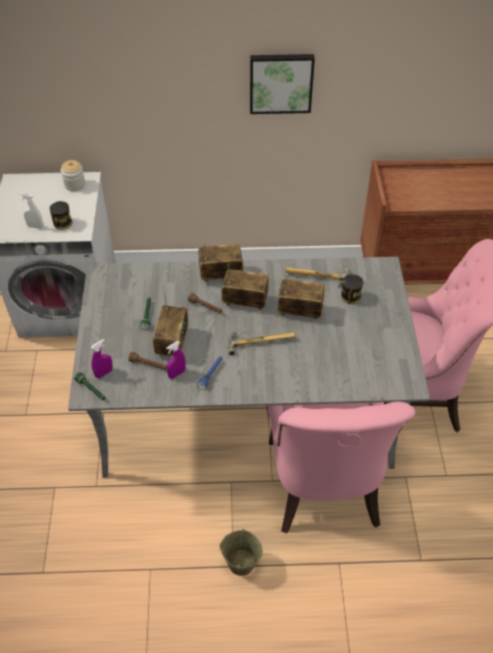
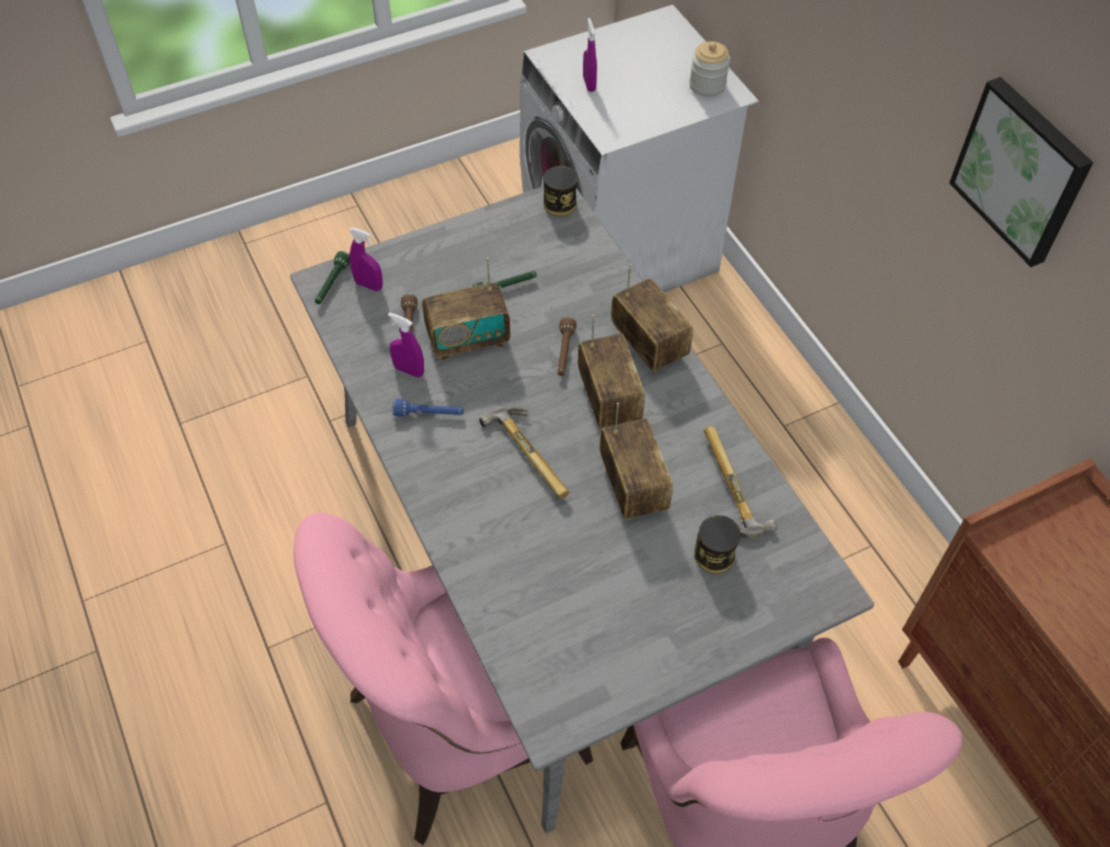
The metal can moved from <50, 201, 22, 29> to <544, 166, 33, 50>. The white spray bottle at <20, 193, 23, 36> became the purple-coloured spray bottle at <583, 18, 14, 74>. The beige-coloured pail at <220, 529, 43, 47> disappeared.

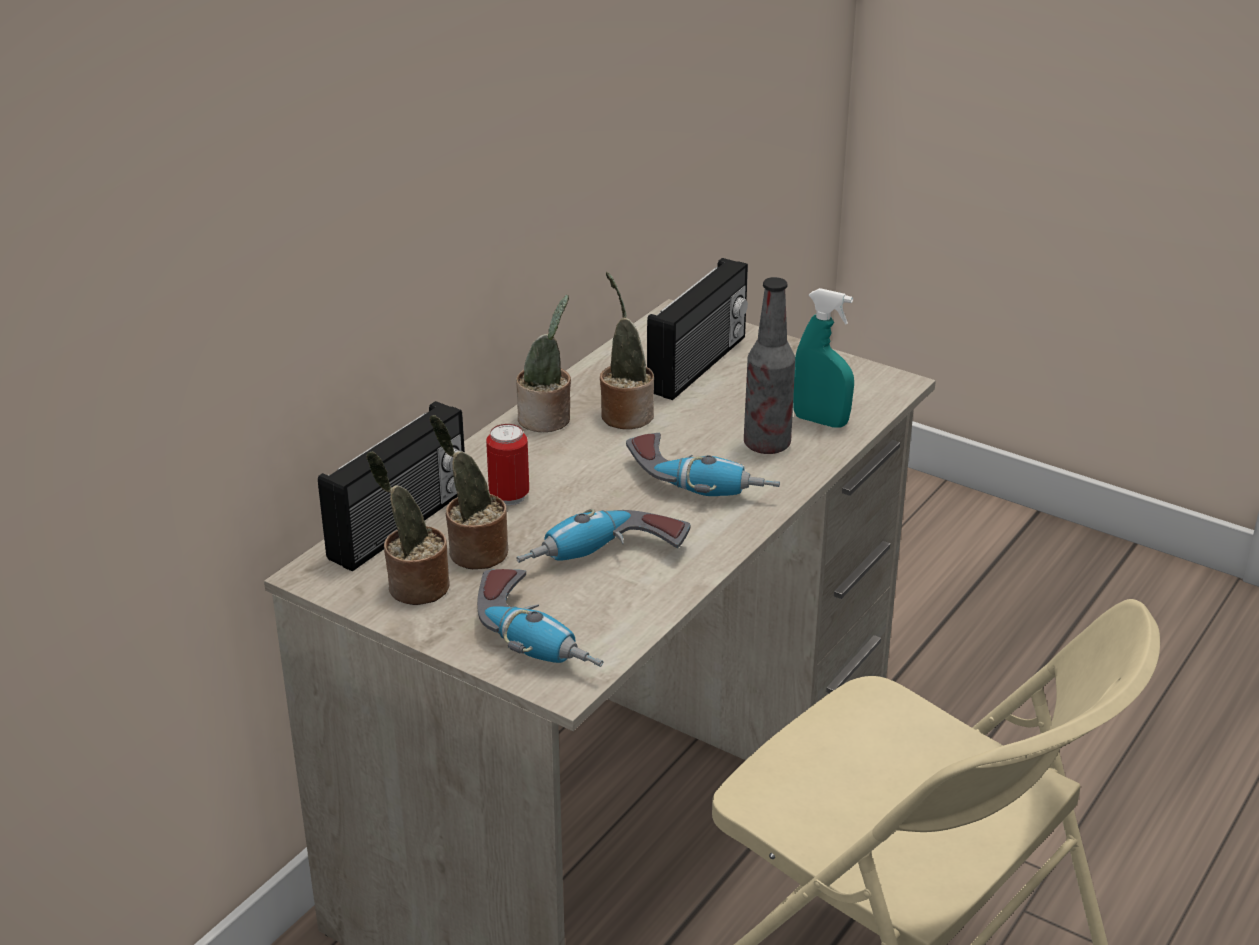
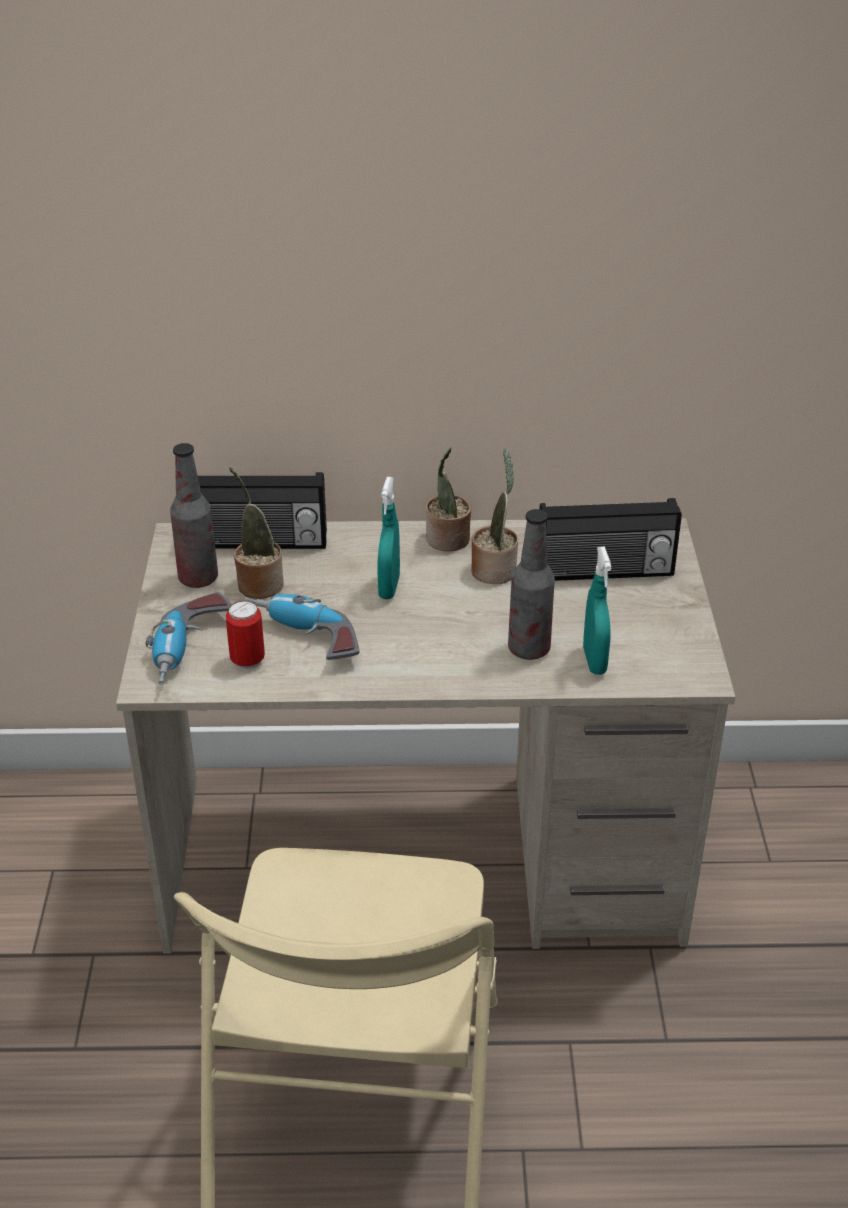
The houseplant at <366, 451, 84, 154> was replaced by the bottle at <170, 443, 48, 145>. The metal can moved from <486, 424, 43, 82> to <226, 601, 39, 69>. The blue-green spray bottle at <378, 477, 22, 122> appeared. The power drill at <626, 433, 154, 63> disappeared.

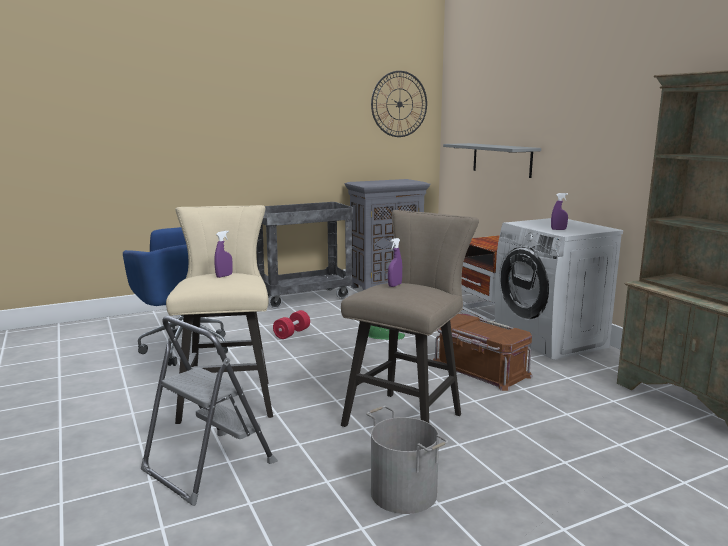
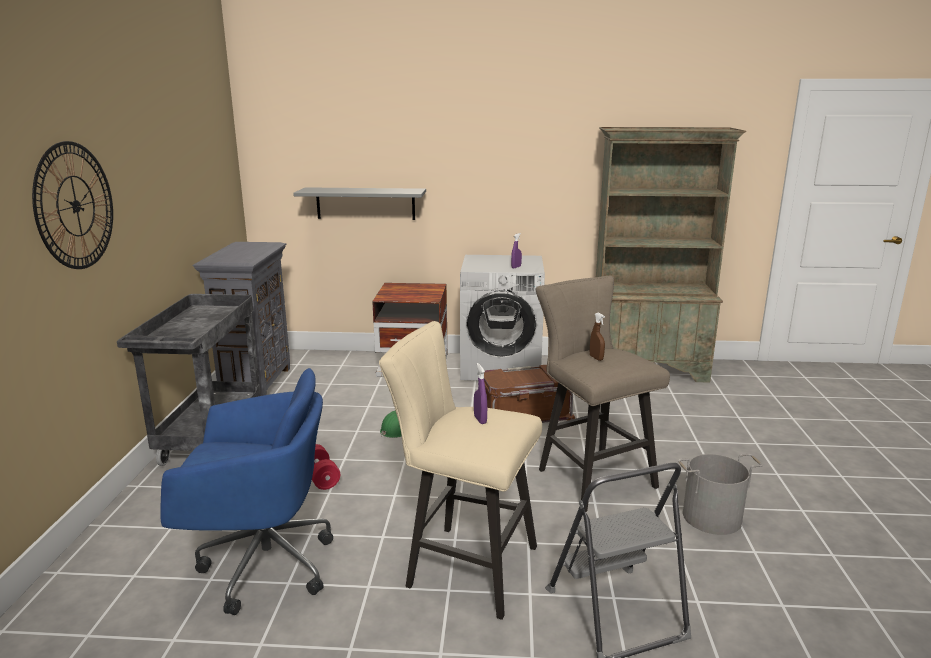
The clock on the wall moved from <371, 71, 56, 66> to <32, 141, 81, 128>. The purple-coloured spray bottle at <388, 238, 14, 49> became the brown spray bottle at <590, 313, 15, 48>.

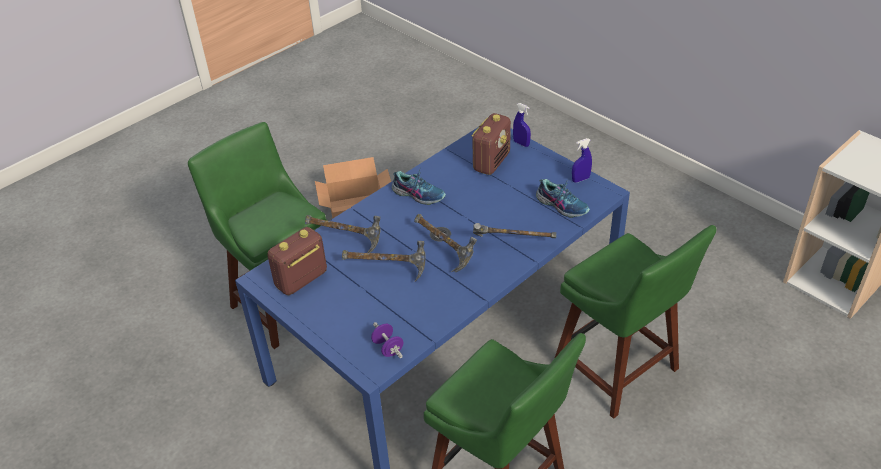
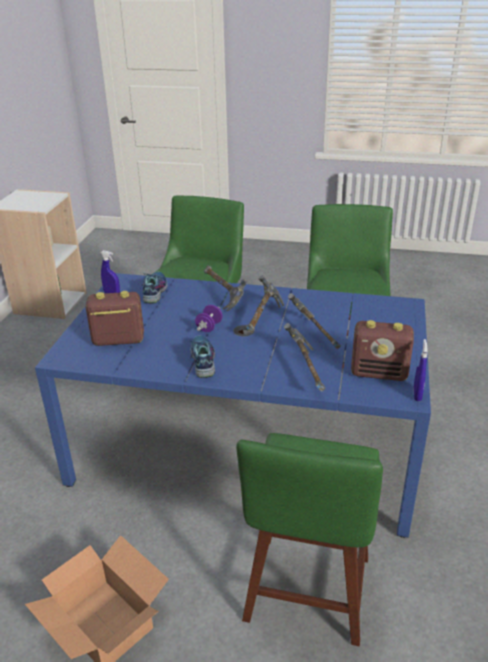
The purple-coloured dumbbell moved from <371, 322, 32, 36> to <195, 305, 27, 27>. The blue spray bottle moved from <513, 103, 18, 44> to <413, 339, 15, 62>.

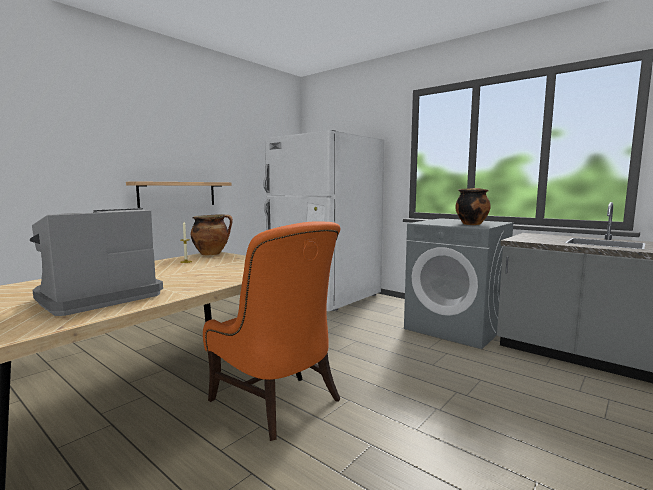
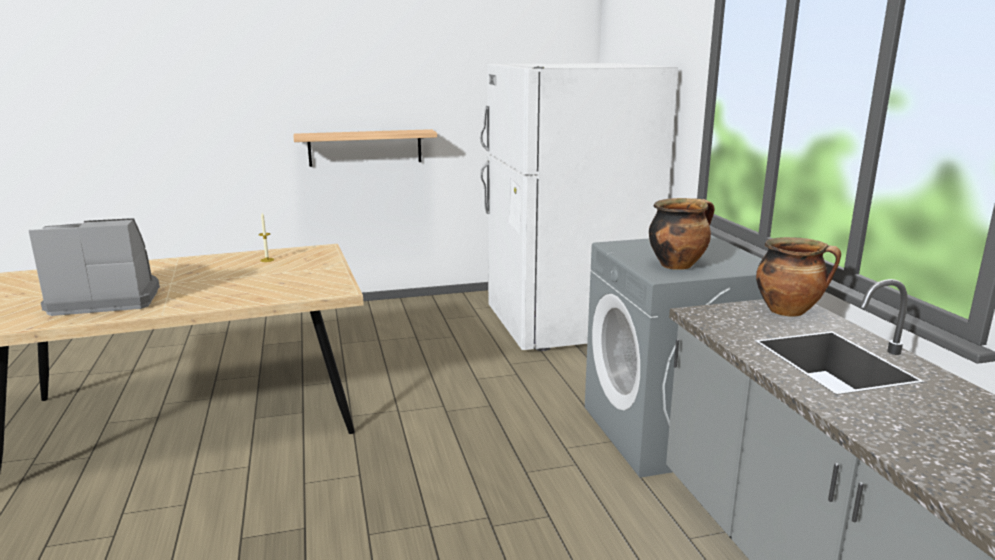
The cooking pot moved from <191, 214, 42, 41> to <756, 237, 85, 79>. The orangey upright chair at <203, 221, 137, 220> disappeared.

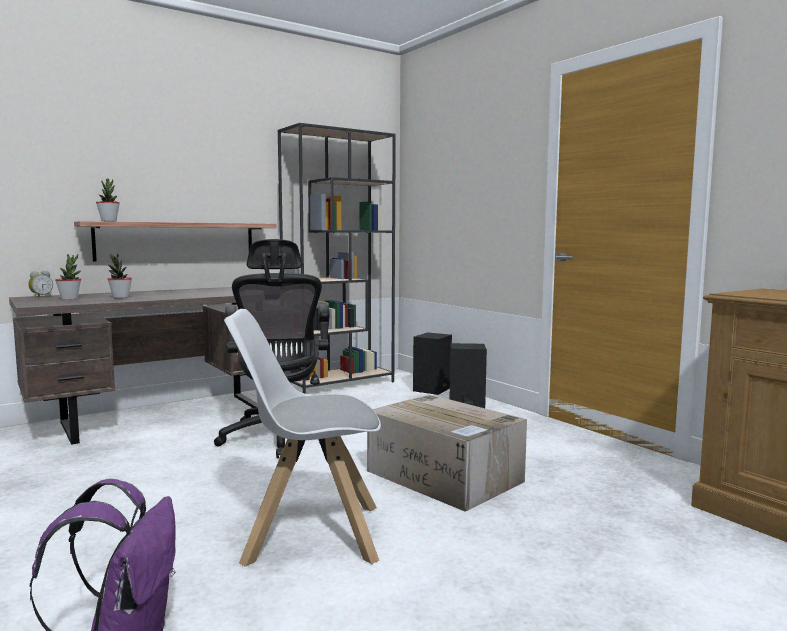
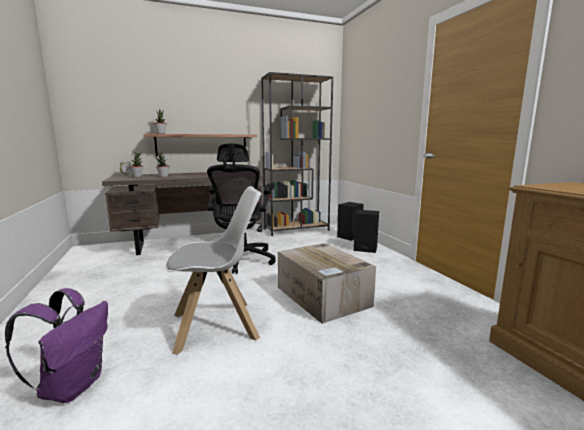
The upright chair at <224, 309, 157, 258> turned 150 degrees clockwise.

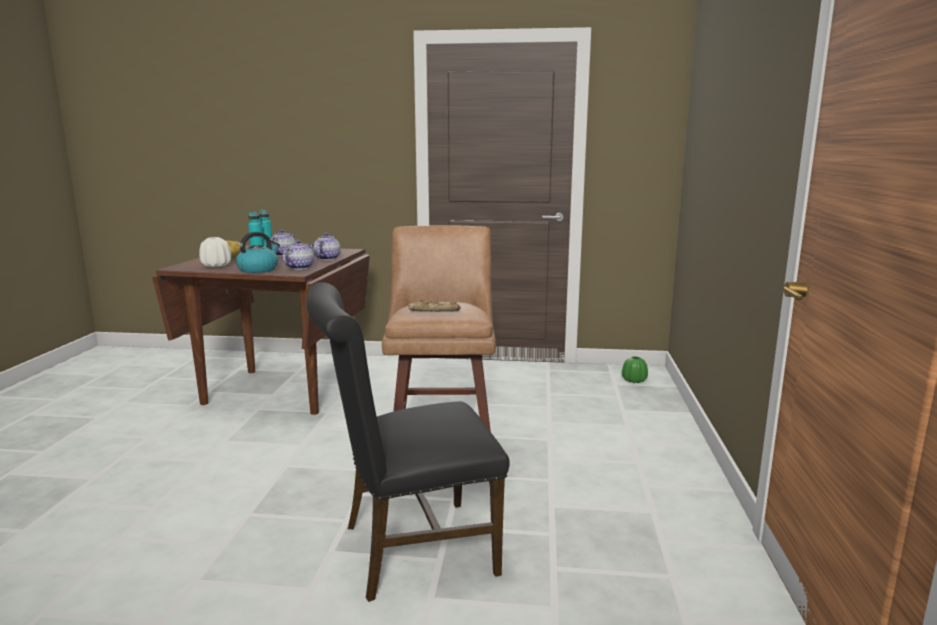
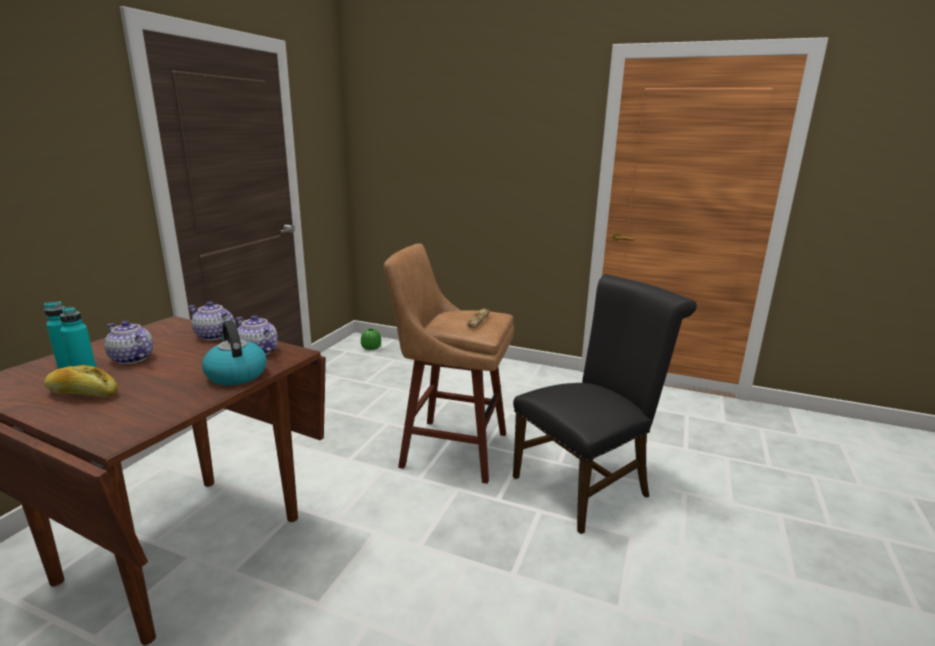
The black-coloured upright chair at <306, 282, 204, 320> turned 120 degrees counterclockwise. The white flower vase at <199, 237, 32, 30> disappeared.

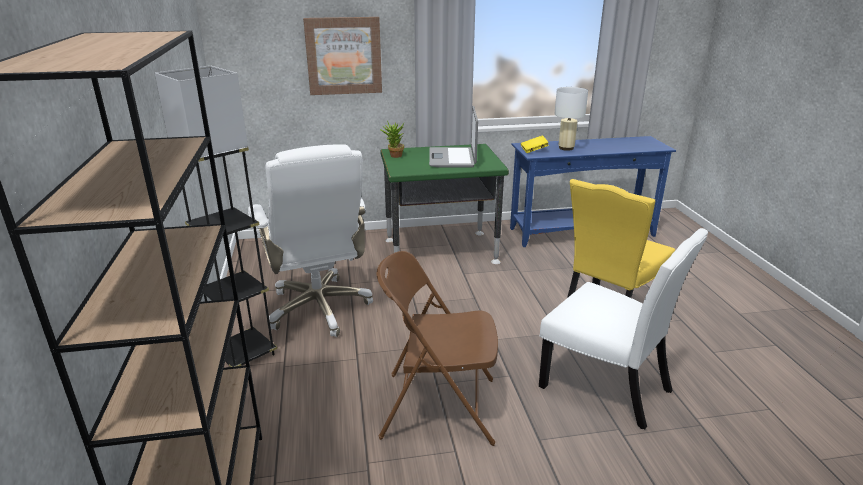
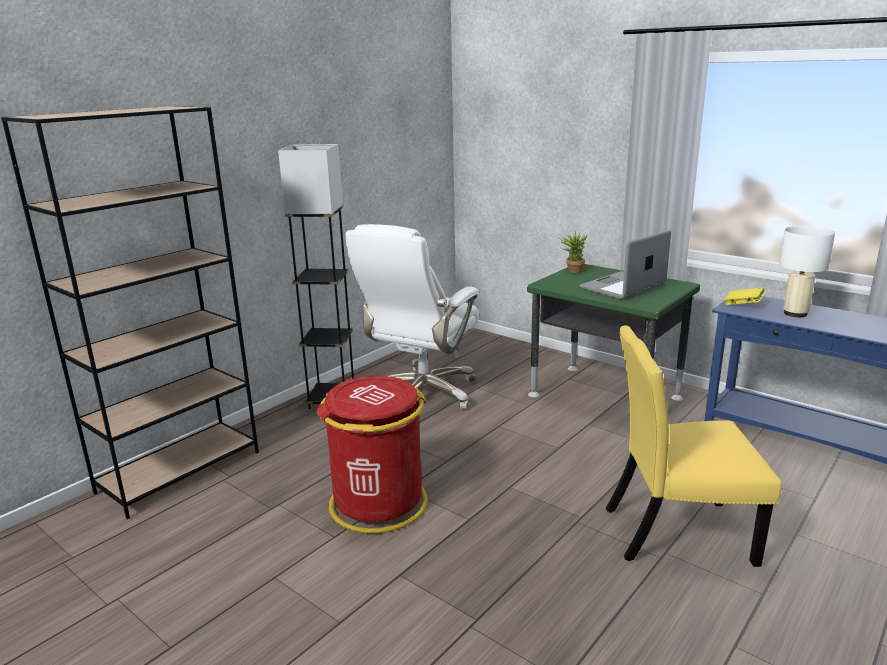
The brown upright chair at <377, 251, 121, 195> was replaced by the red trash can at <317, 376, 111, 158>. The wall picture at <303, 17, 79, 78> disappeared. The white upright chair at <539, 228, 169, 201> disappeared.

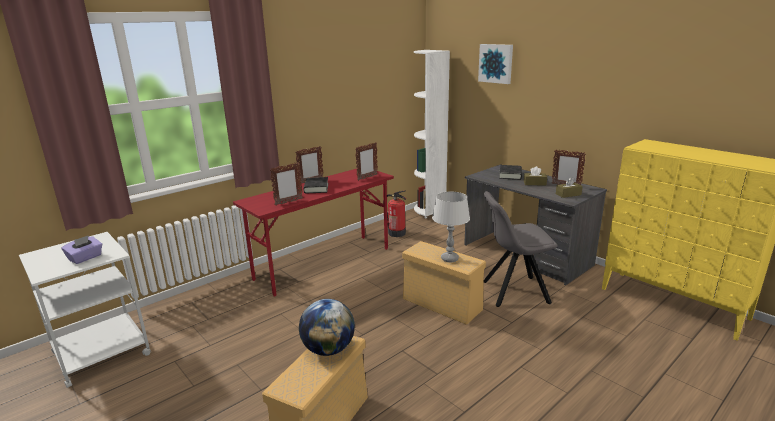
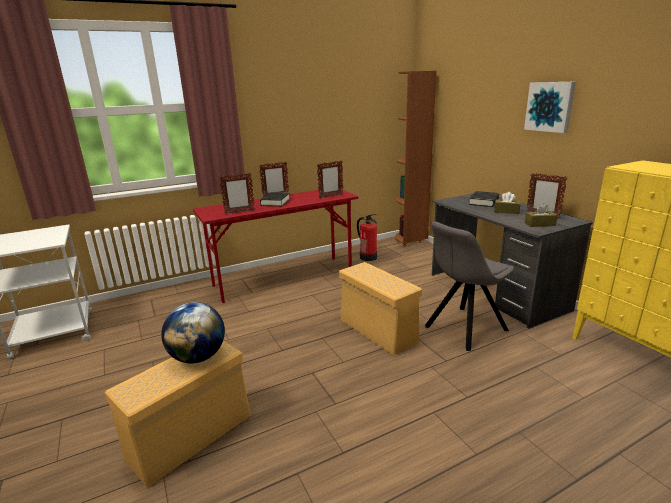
The white bookcase at <414, 50, 36, 168> became the brown bookcase at <395, 71, 42, 175>. The gray upright chair at <484, 191, 73, 116> turned 45 degrees counterclockwise. The wall picture moved from <478, 44, 35, 40> to <524, 82, 52, 51>. The purple-coloured tissue holder at <61, 236, 41, 28> disappeared. The gray lamp for a table at <432, 191, 38, 71> disappeared.

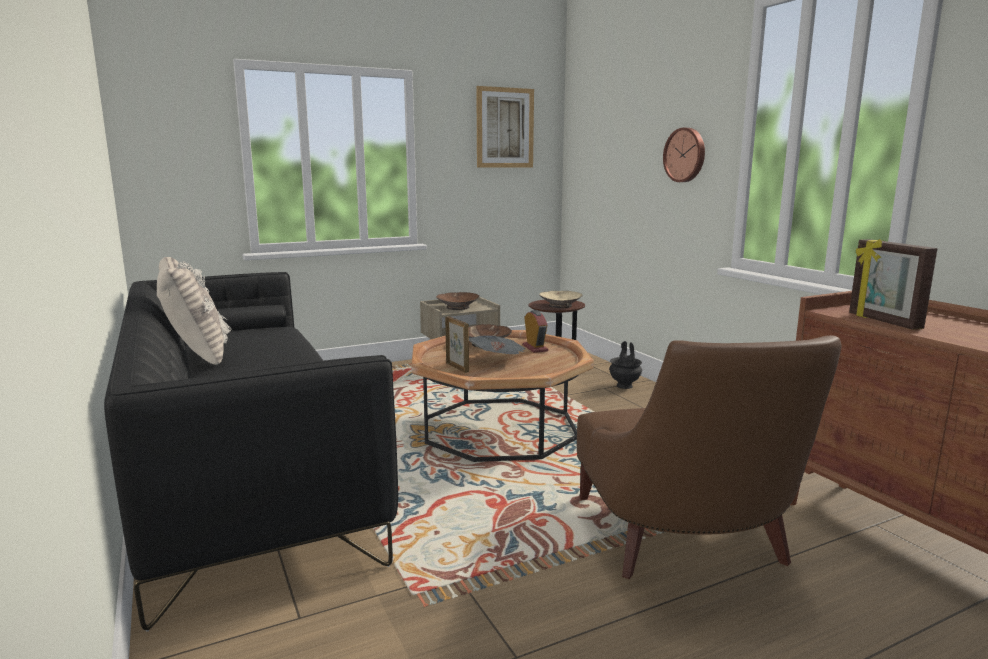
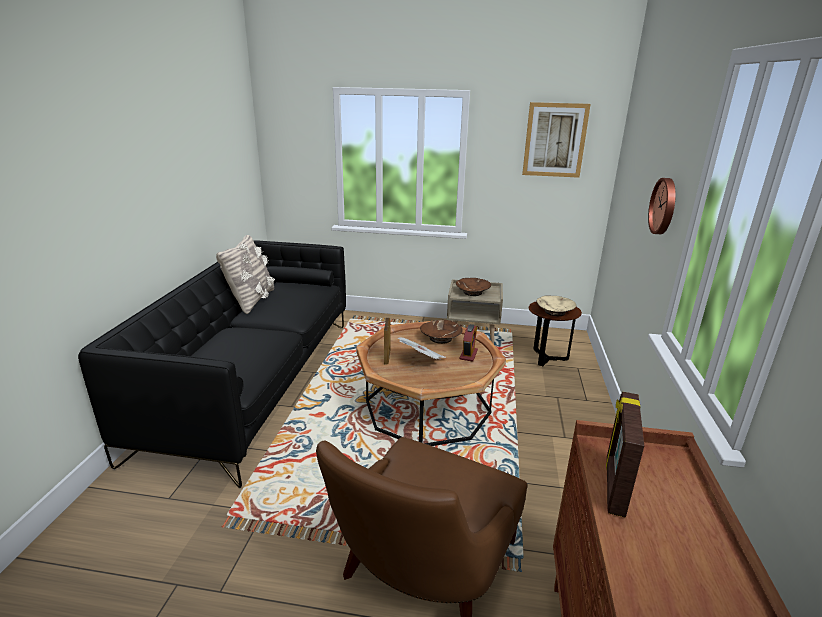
The black-coloured flower vase at <609, 341, 33, 48> disappeared.

